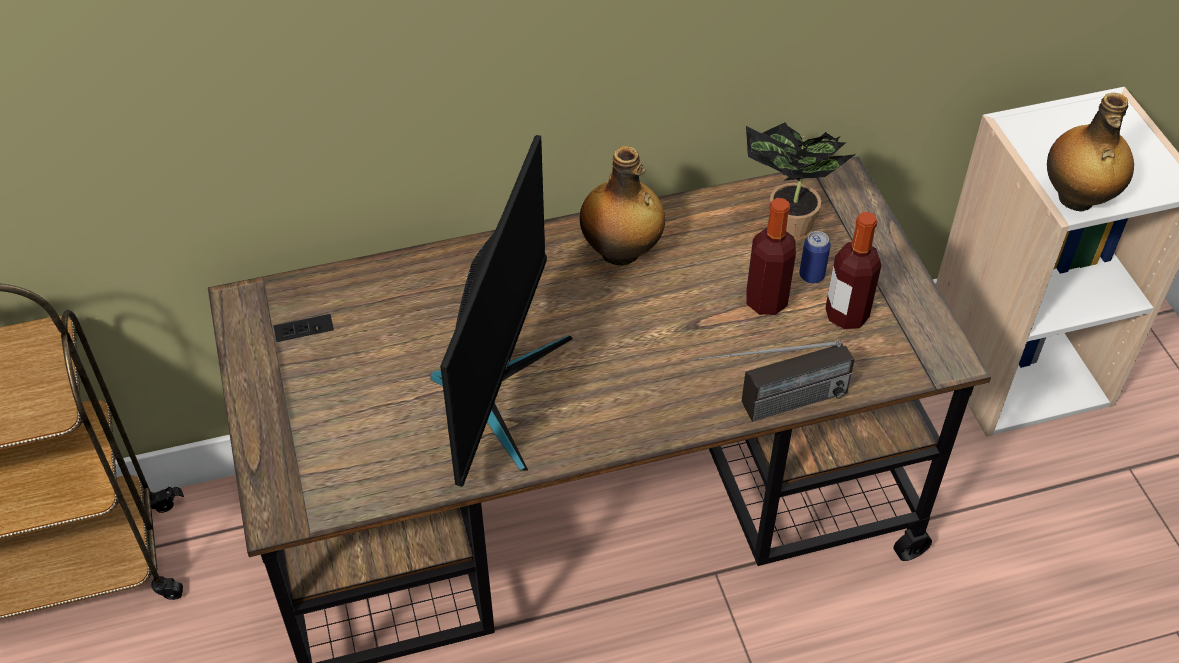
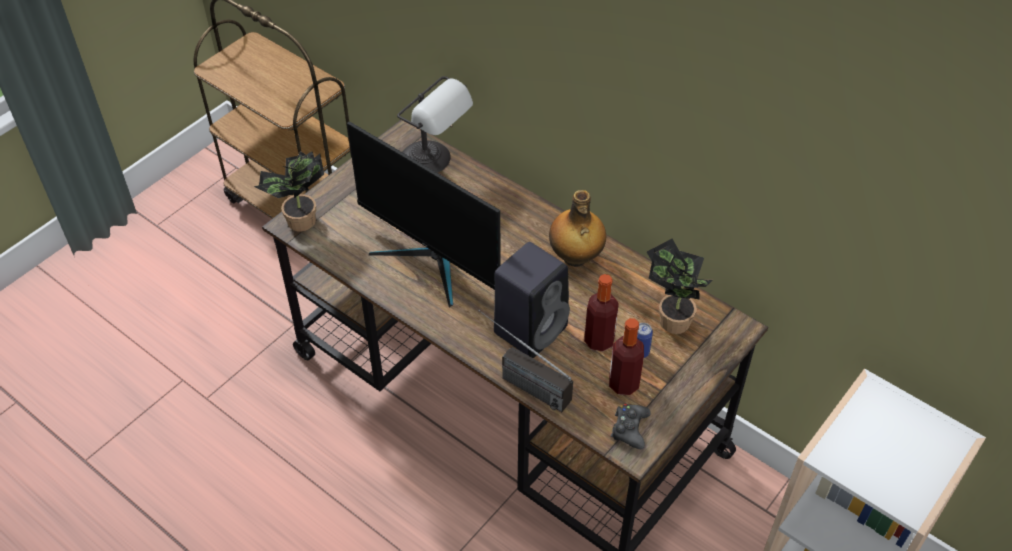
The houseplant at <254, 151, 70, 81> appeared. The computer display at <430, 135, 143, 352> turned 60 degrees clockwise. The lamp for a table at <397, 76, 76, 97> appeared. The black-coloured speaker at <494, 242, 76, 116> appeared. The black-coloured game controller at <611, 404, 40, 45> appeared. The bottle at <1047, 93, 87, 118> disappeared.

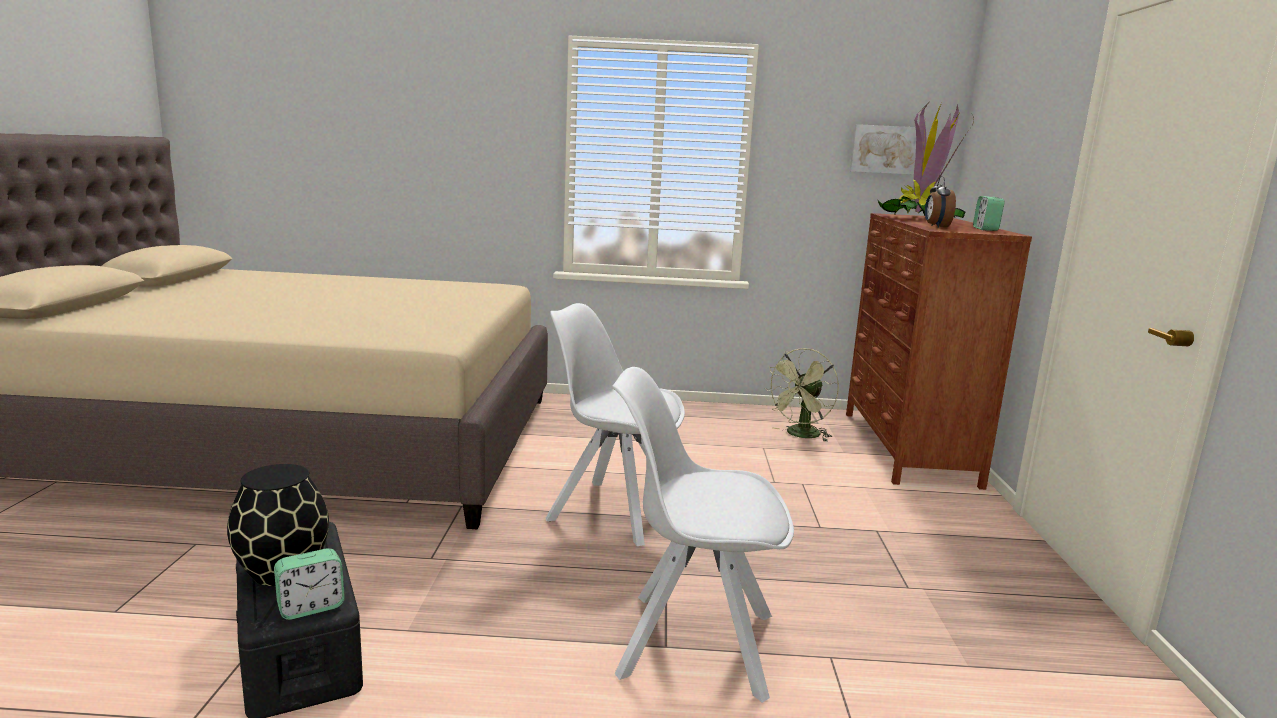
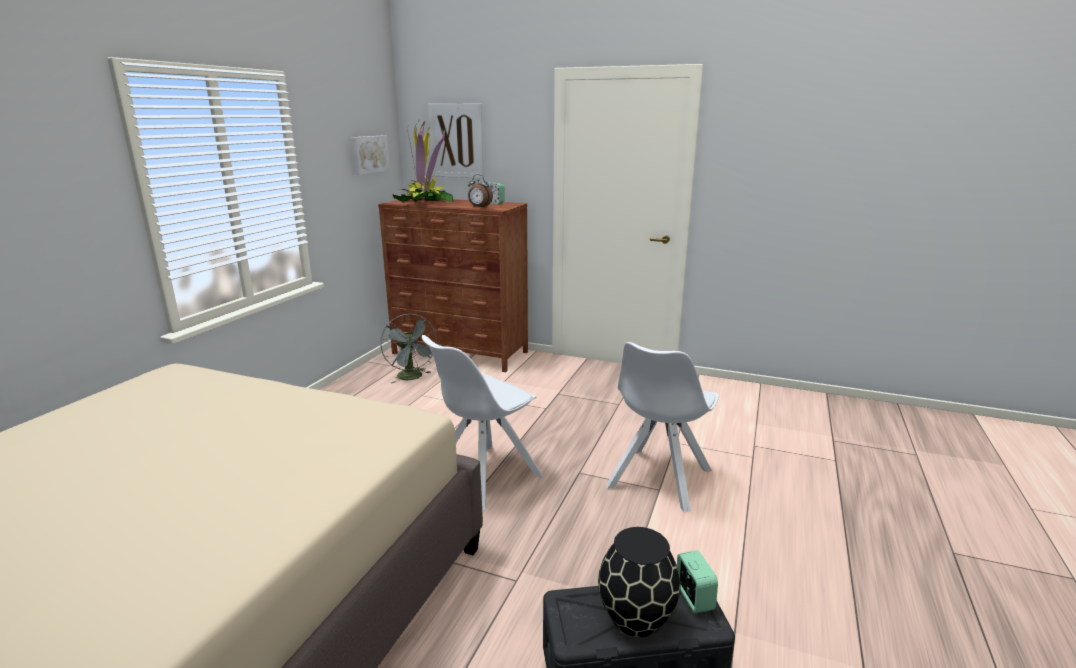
The greenish cooling fan at <765, 348, 74, 94> became the gray cooling fan at <381, 314, 56, 69>. The wall picture at <428, 104, 56, 75> appeared.

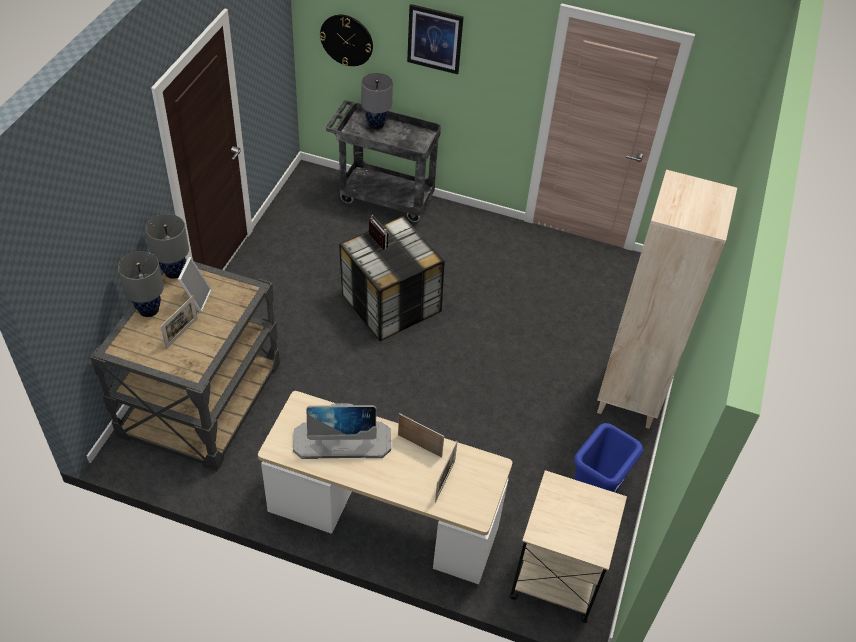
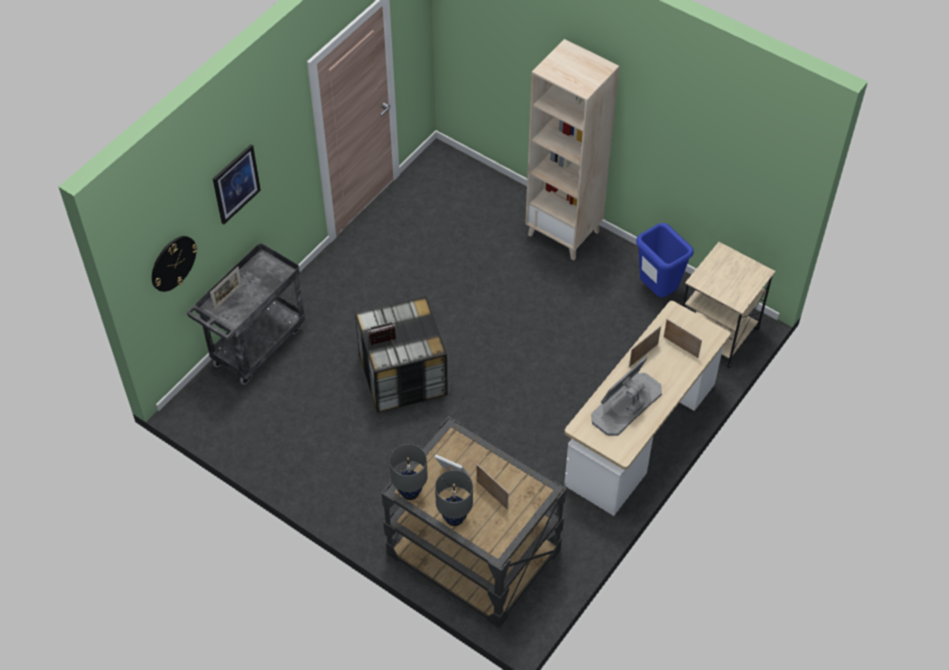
The gray lamp for a table at <361, 73, 32, 56> was replaced by the picture frame at <210, 267, 32, 44>. The computer display at <293, 403, 98, 56> turned 150 degrees counterclockwise.

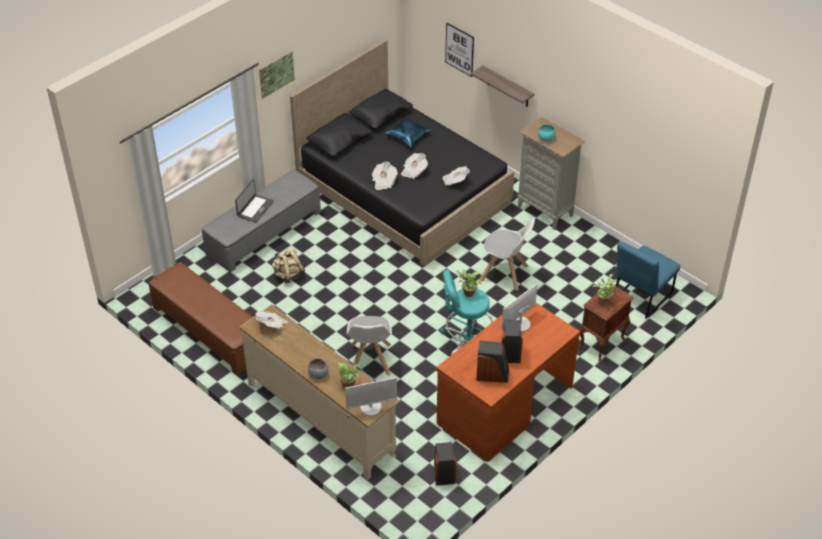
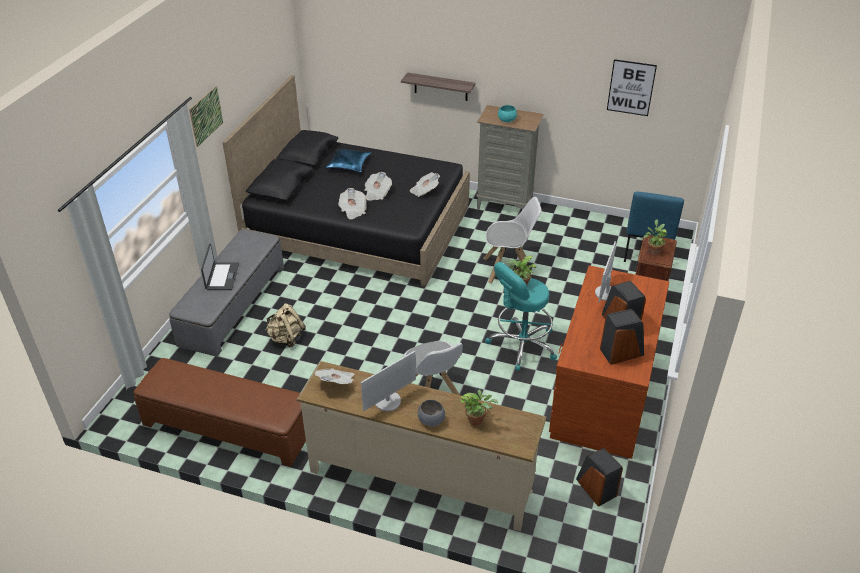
The computer display moved from <345, 377, 52, 39> to <361, 351, 55, 60>. The wall picture moved from <445, 23, 29, 54> to <607, 59, 50, 57>.

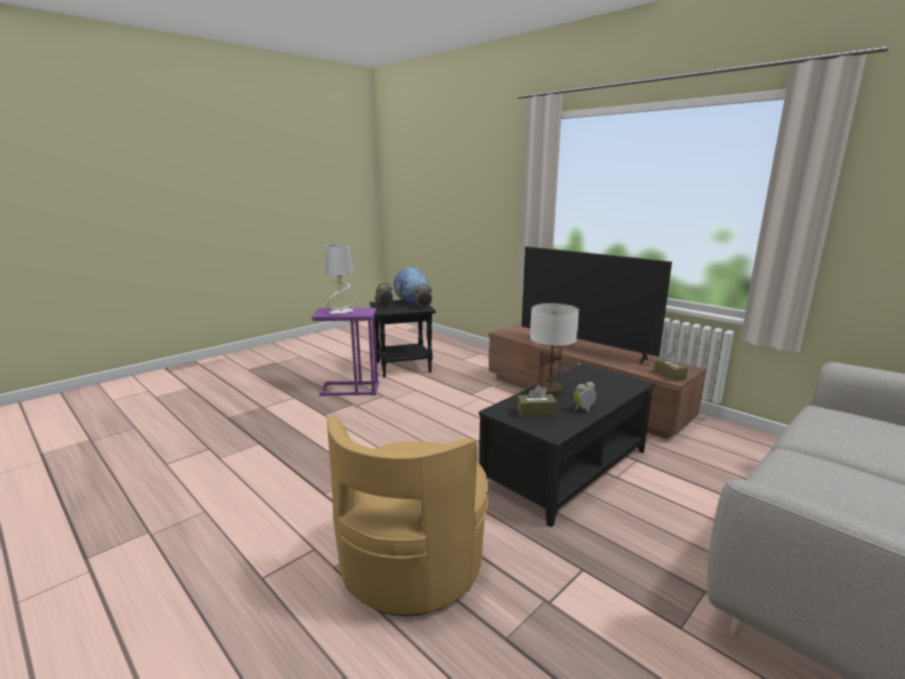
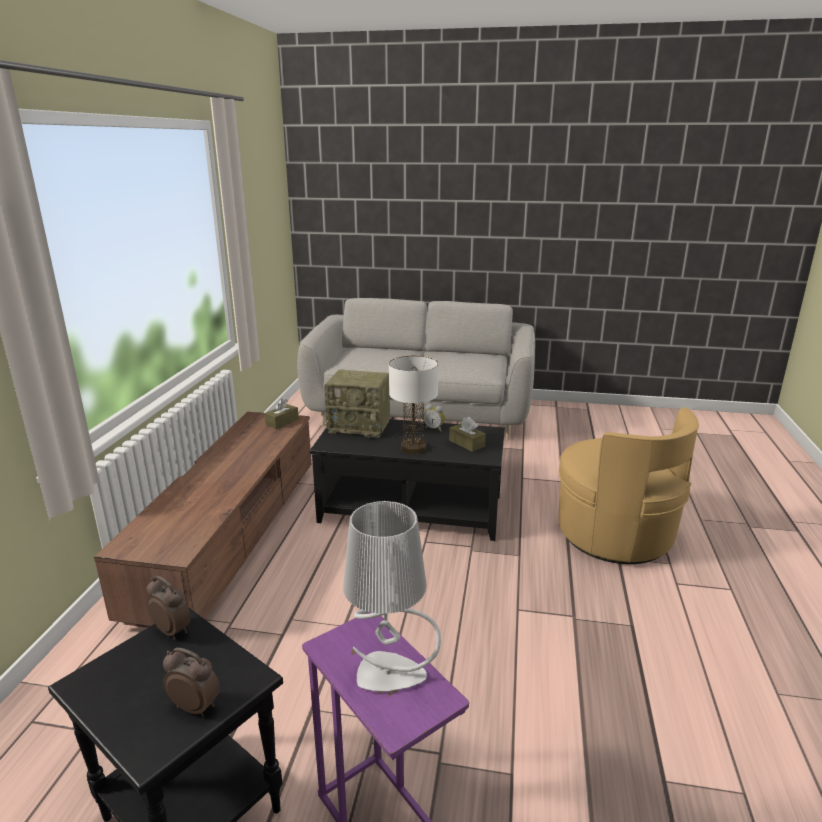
The radio at <324, 369, 66, 69> appeared. The beige-coloured easy chair at <327, 416, 161, 200> turned 75 degrees clockwise. The world globe at <394, 267, 34, 35> disappeared. The TV at <522, 247, 150, 117> disappeared.

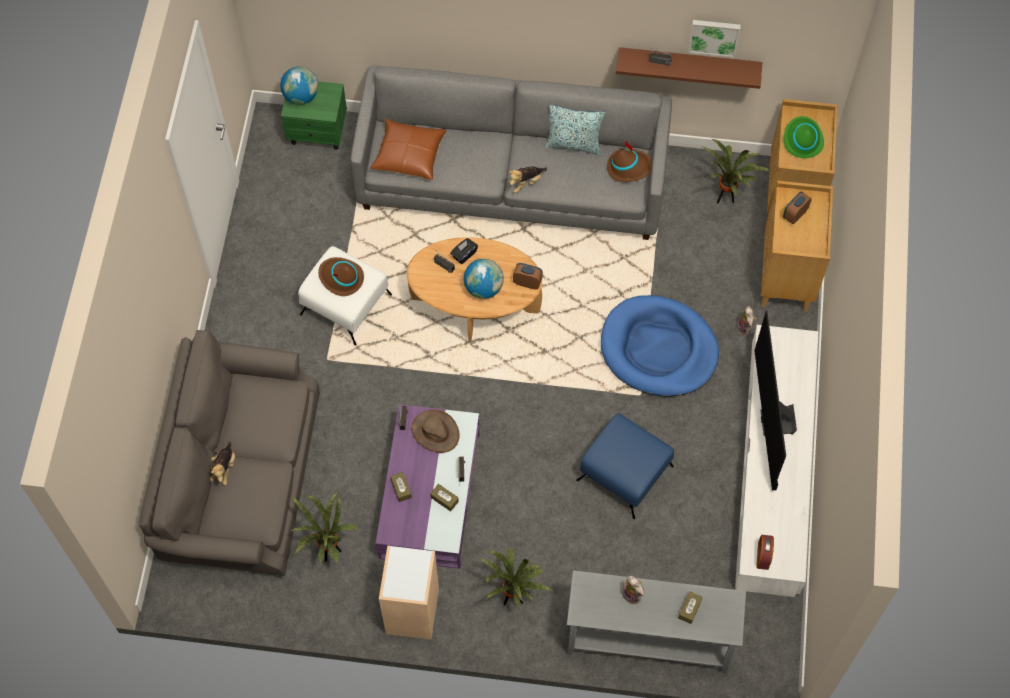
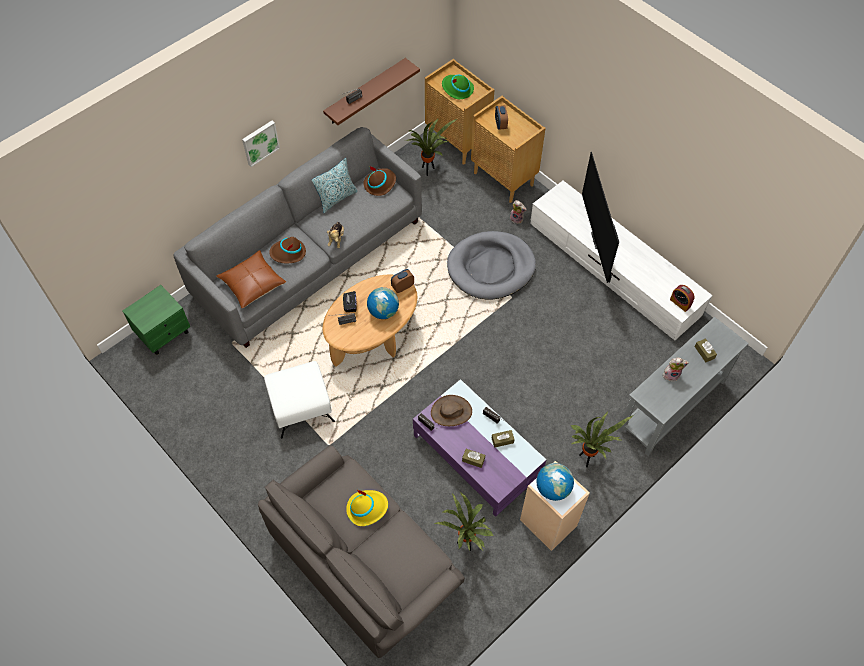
The wall picture moved from <688, 20, 53, 38> to <242, 121, 38, 46>. The brown clothing hat moved from <318, 257, 46, 39> to <269, 237, 37, 26>. The yellow clothing hat at <346, 489, 42, 37> appeared. The blue pet bed at <601, 295, 118, 102> became the gray pet bed at <447, 231, 89, 68>. The world globe moved from <280, 67, 38, 38> to <536, 463, 38, 38>. The TV at <754, 311, 43, 180> turned 45 degrees clockwise. The soft toy at <210, 441, 25, 45> disappeared. The blue footrest at <576, 413, 98, 106> disappeared.

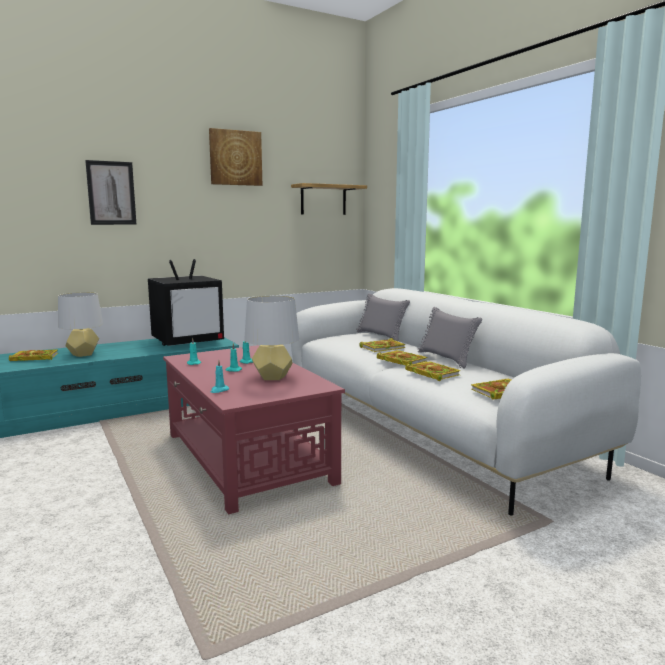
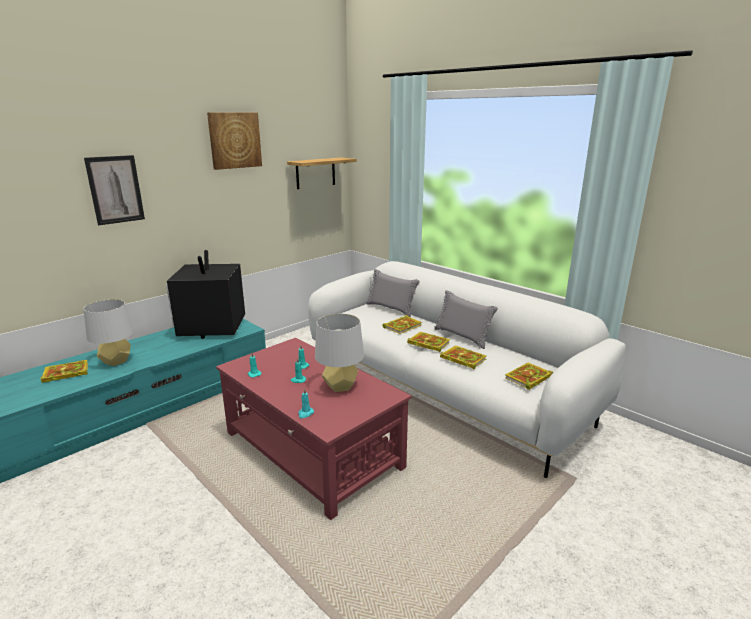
The TV at <148, 259, 76, 87> turned 135 degrees clockwise.

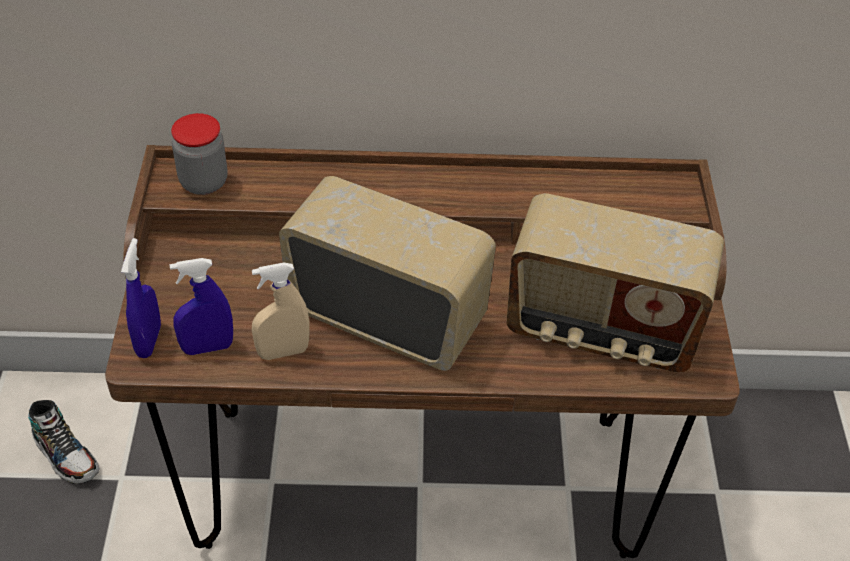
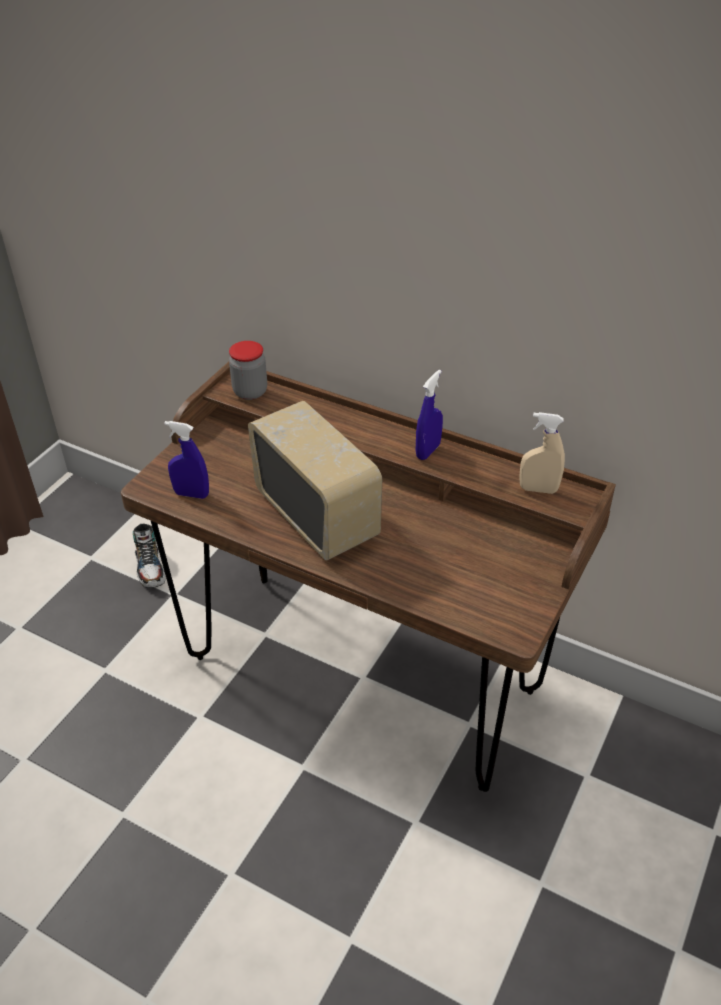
The blue spray bottle moved from <121, 238, 40, 120> to <416, 370, 27, 90>. The beige-coloured spray bottle moved from <252, 263, 58, 97> to <519, 412, 46, 82>. The radio at <506, 193, 218, 180> disappeared.

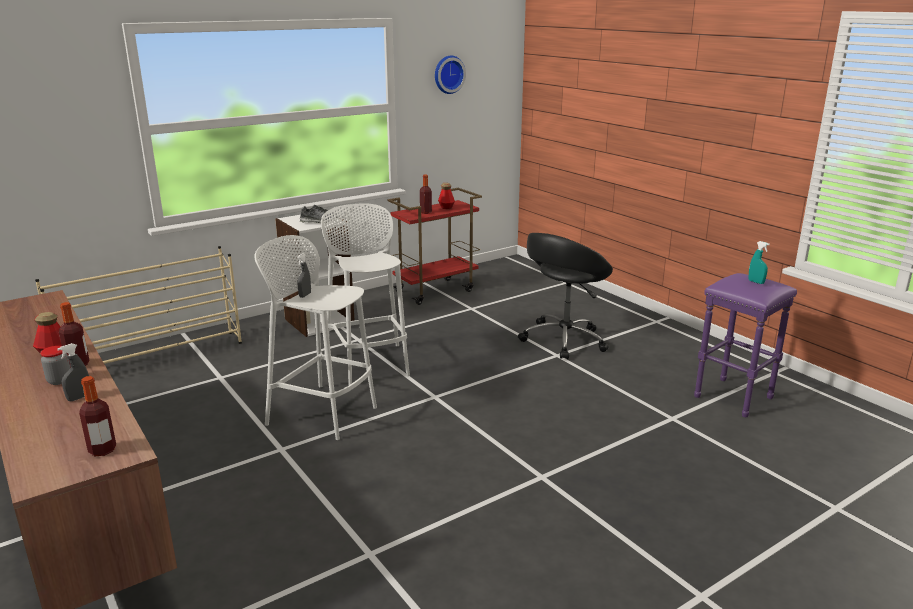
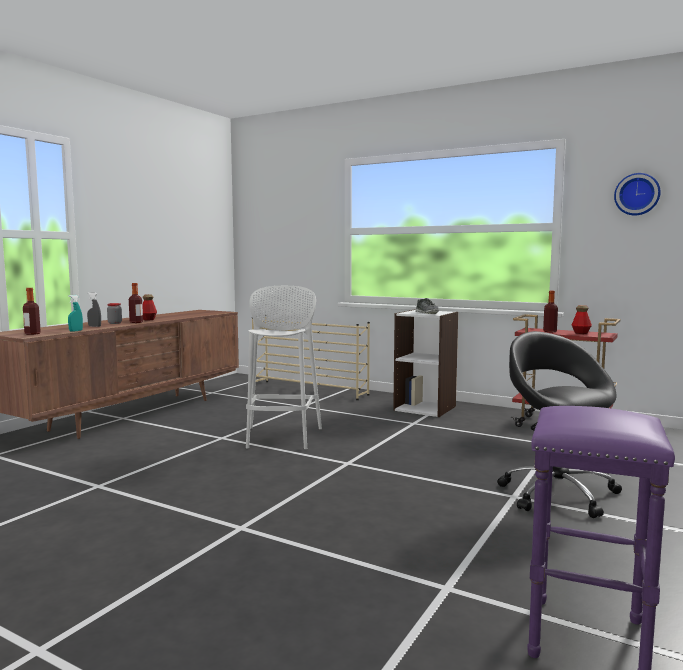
The blue-green spray bottle moved from <748, 241, 22, 43> to <68, 295, 15, 37>. The black-coloured office chair at <518, 233, 95, 126> turned 45 degrees clockwise. The gray spray bottle at <297, 253, 14, 45> disappeared. The white stool seat at <321, 203, 89, 182> disappeared.

